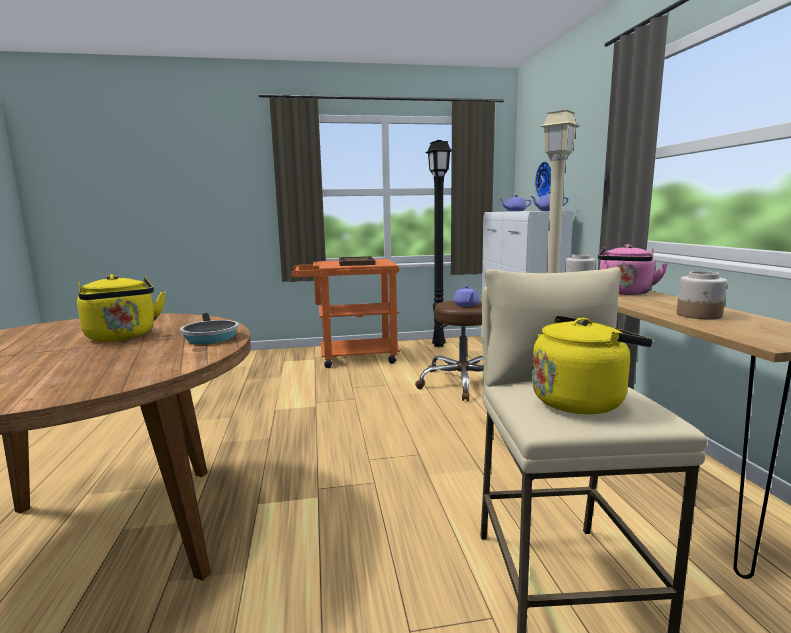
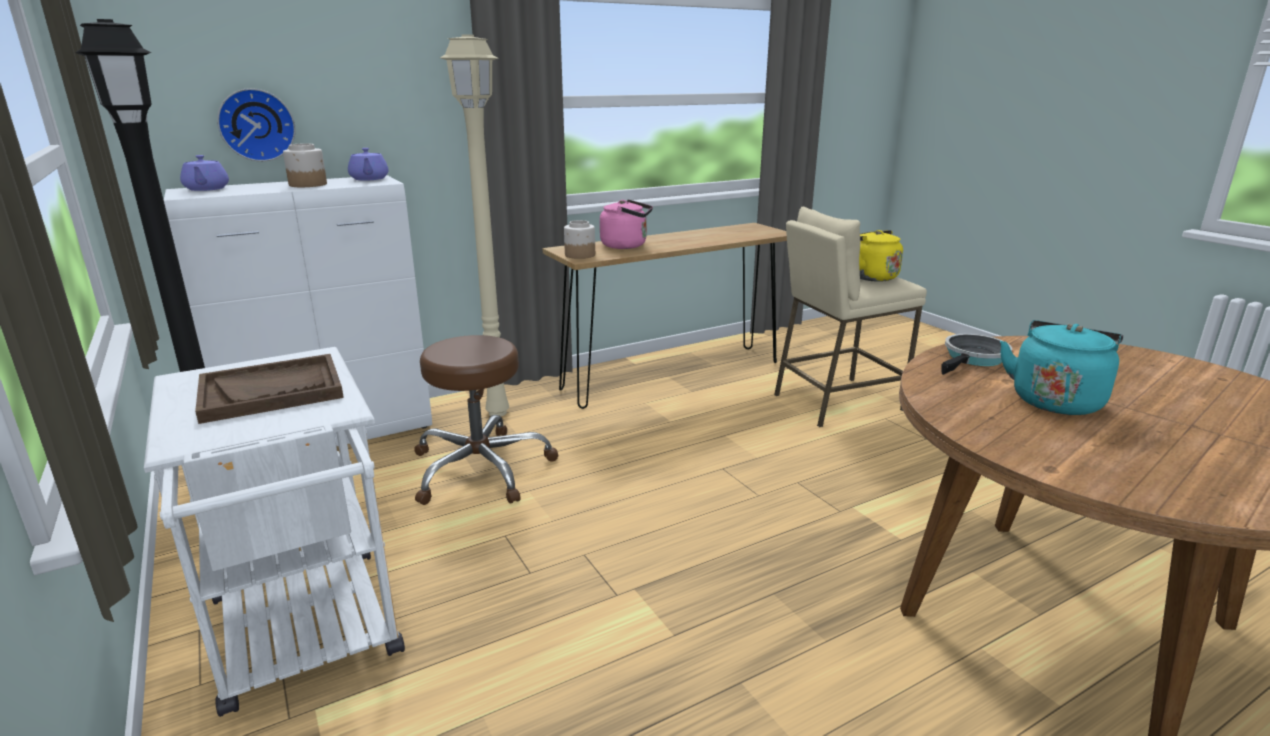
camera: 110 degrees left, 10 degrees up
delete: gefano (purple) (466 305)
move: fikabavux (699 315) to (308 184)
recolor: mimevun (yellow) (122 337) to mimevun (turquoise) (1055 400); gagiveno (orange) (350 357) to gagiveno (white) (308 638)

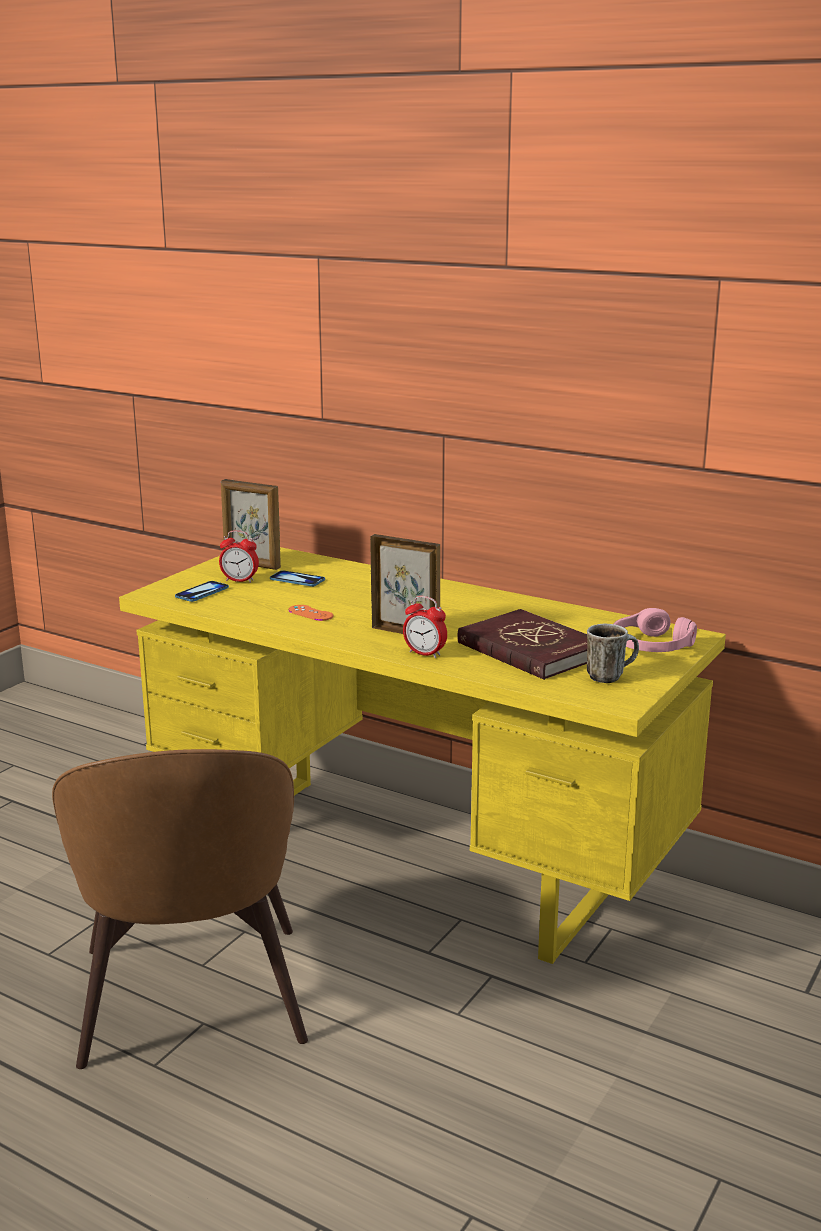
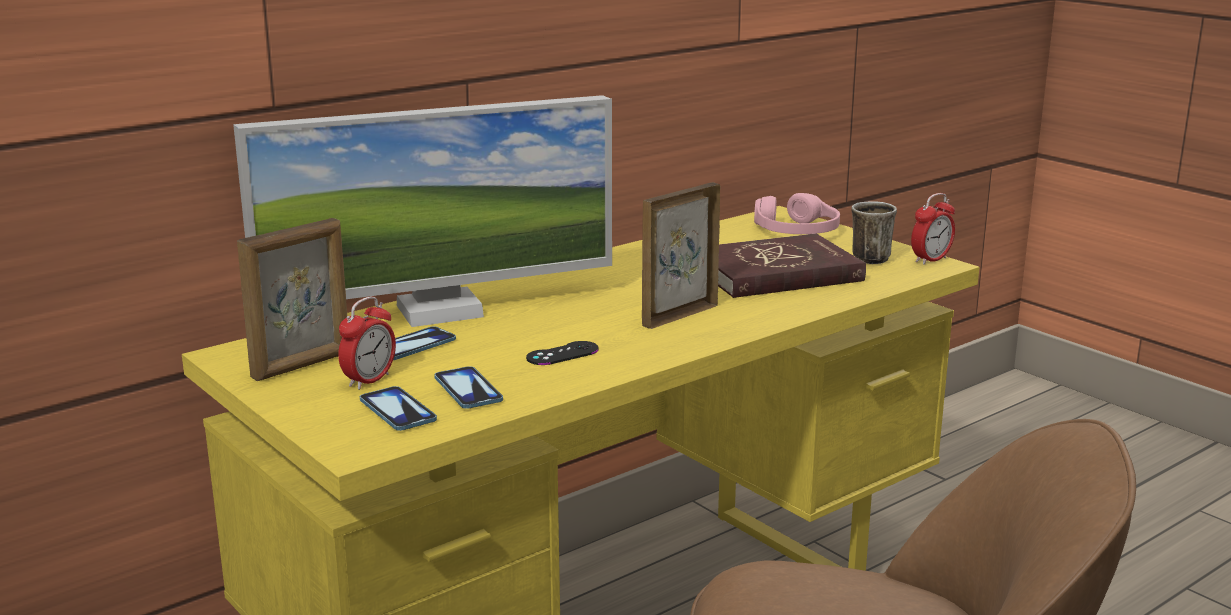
camera: 70 degrees left, 0 degrees up
insert: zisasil (439 311); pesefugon (468 390)
move: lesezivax (425 653) to (930 260)
recolor: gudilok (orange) (310 613) to gudilok (black) (562 354)

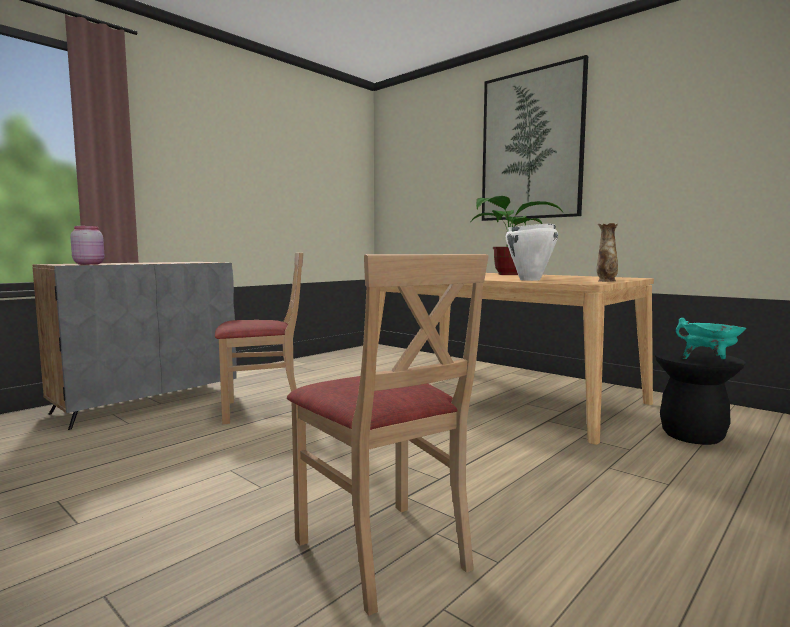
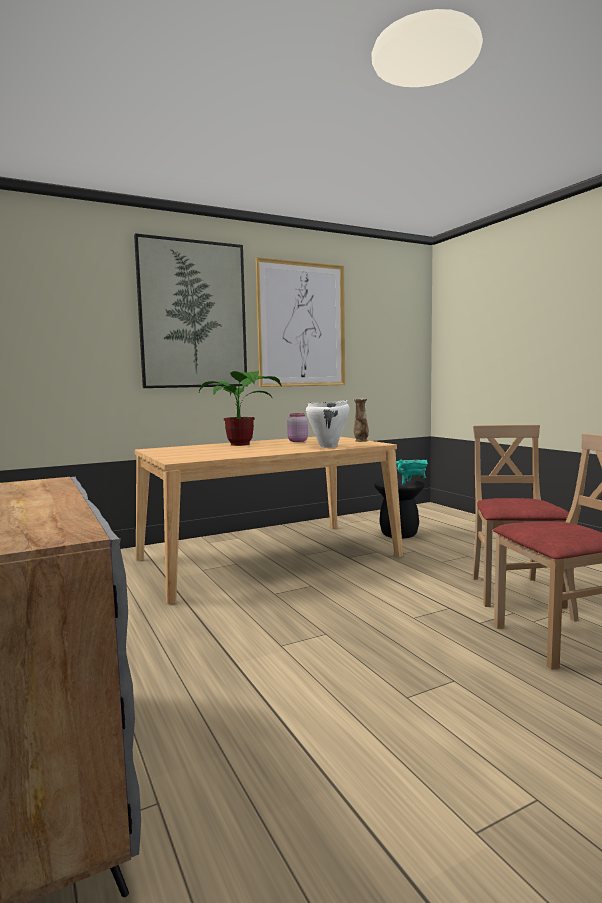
camera: 70 degrees left, 0 degrees up
insert: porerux (301 325)
move: fikabavux (pink) (89 264) to (297 441); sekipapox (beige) (262 409) to (514 592)

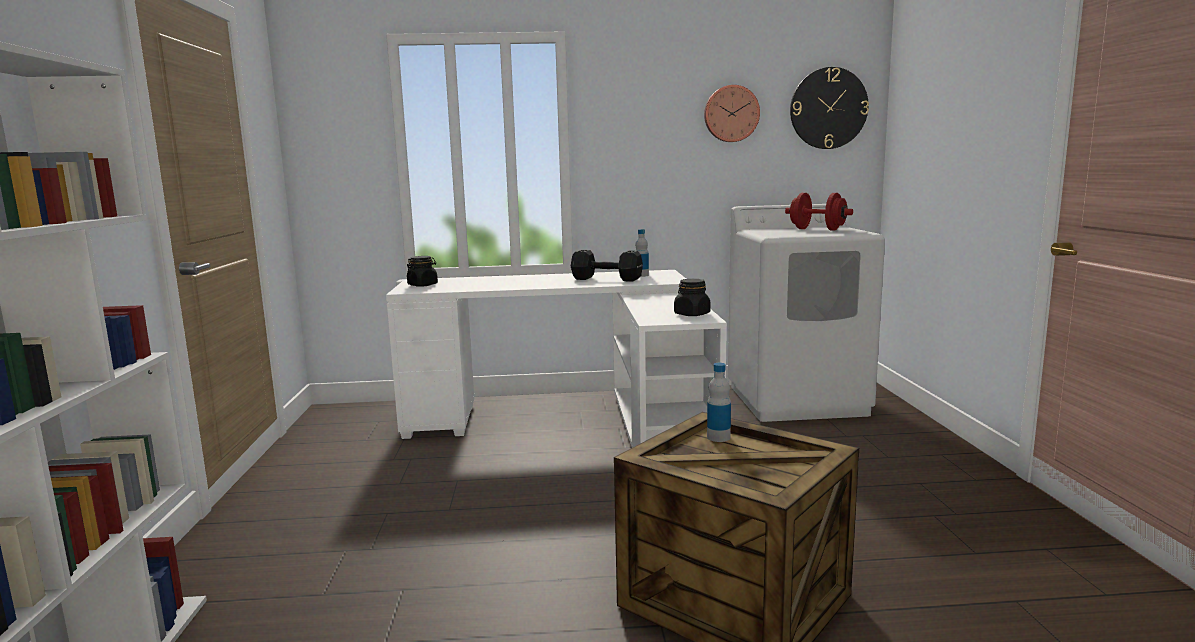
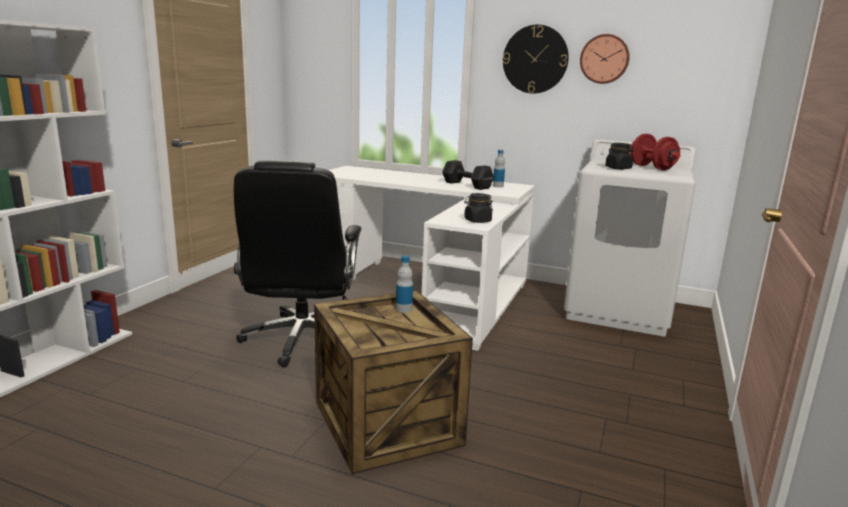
camera: 25 degrees right, 5 degrees up
insert: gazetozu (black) (301 340)
move: fikabavux (black) (423 285) to (618 168); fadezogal (828 108) to (535 59)

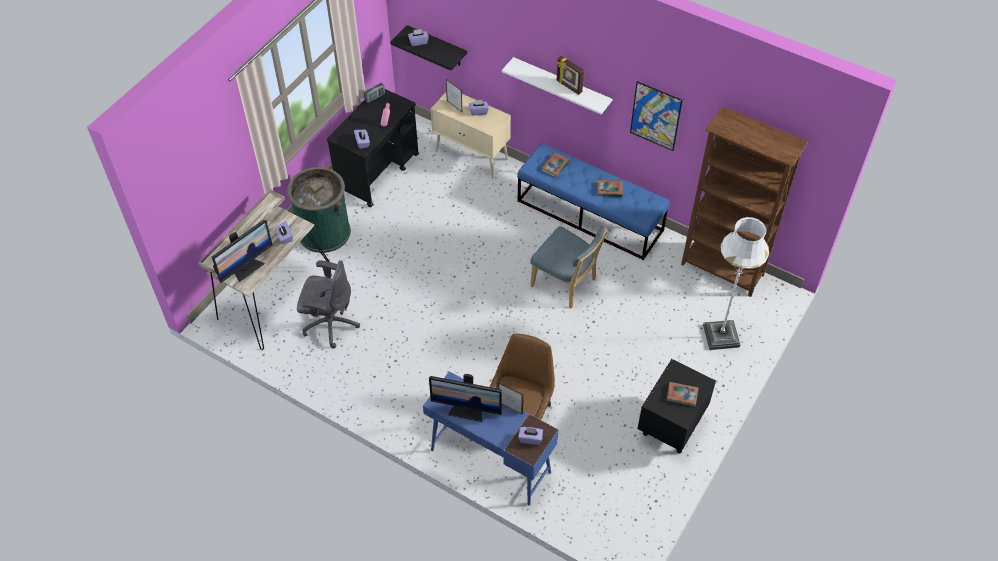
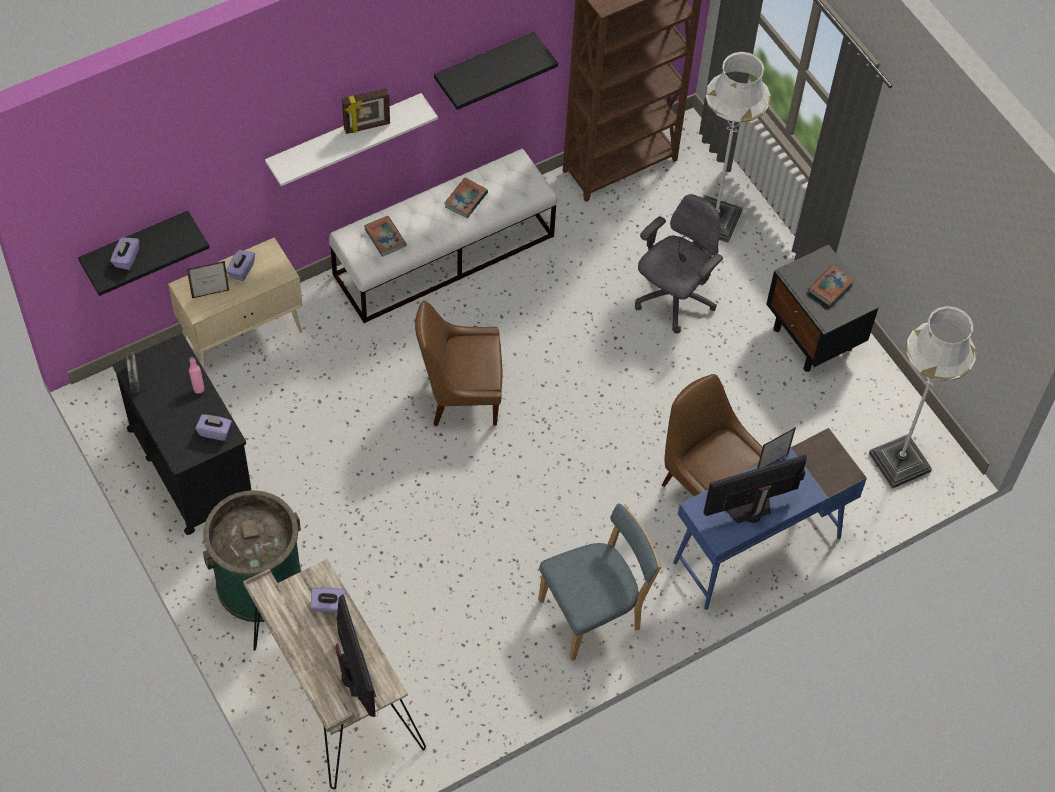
camera: 65 degrees left, 5 degrees up
delete: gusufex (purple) (530 439)
insert: sekipapox (brown) (460 396); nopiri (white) (899 462)
move: gazetozu (grey) (330 323) to (673 299); sekipapox (blue) (566 284) to (594 613)
replace: porerux (655 116) to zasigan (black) (484 65)
recolor: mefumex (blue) (590 216) to mefumex (white) (444 255)
rotate: zisasil (467 410) = (750 510) 150 degrees counterclockwise

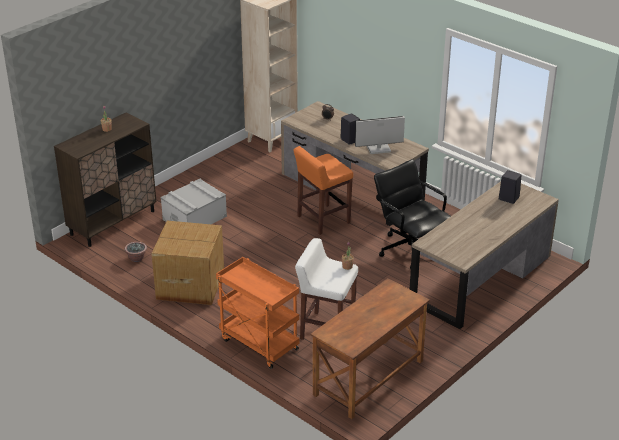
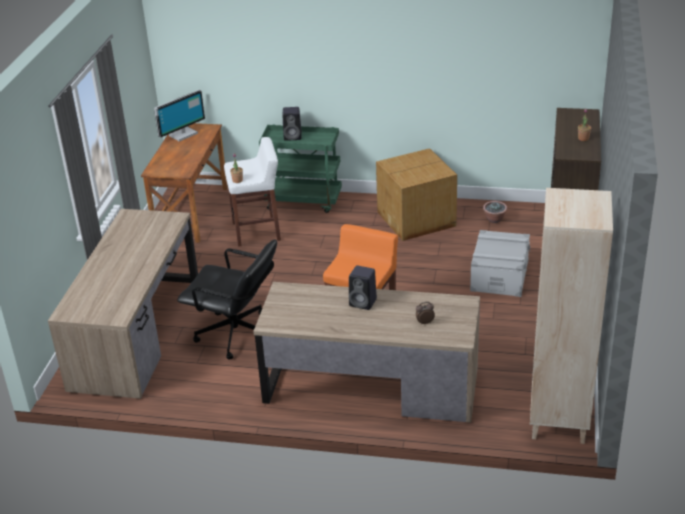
camera: 150 degrees right, 0 degrees up
move: zisasil (379 149) to (182 134); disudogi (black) (508 198) to (293 136)
recolor: gagiveno (orange) (258 344) to gagiveno (green) (304 201)

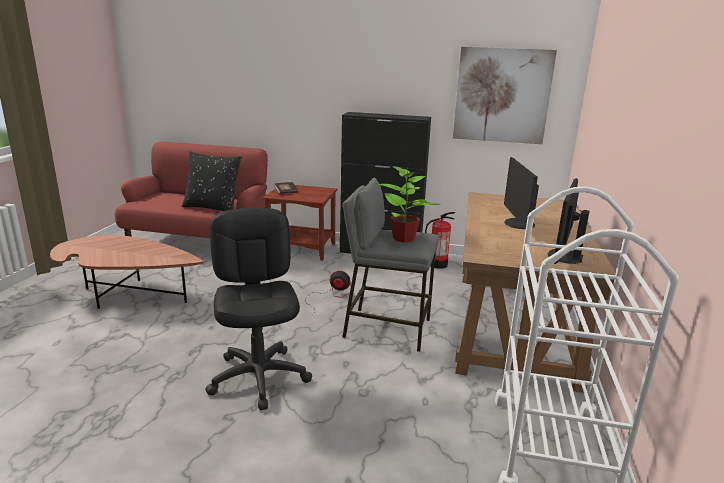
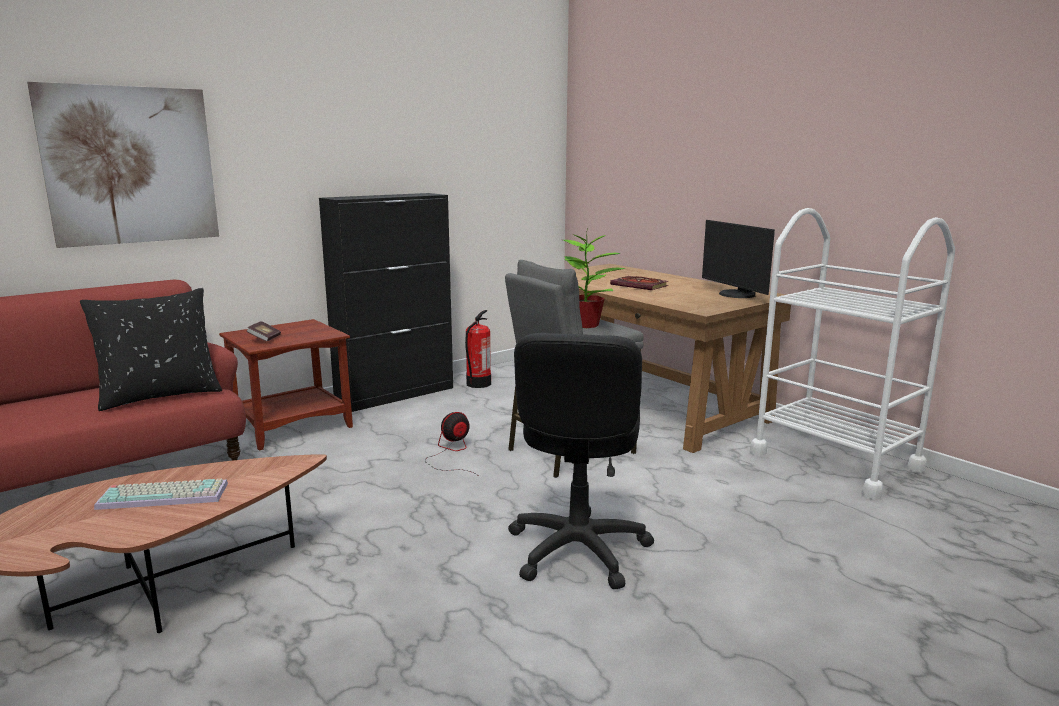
camera: 50 degrees left, 5 degrees down
insert: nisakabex (165 495)
move: porerux (502 96) to (131 166)
replace: zisasil (517 224) to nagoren (641 286)
rotate: gazetozu (black) (259 377) = (577 550) 105 degrees counterclockwise

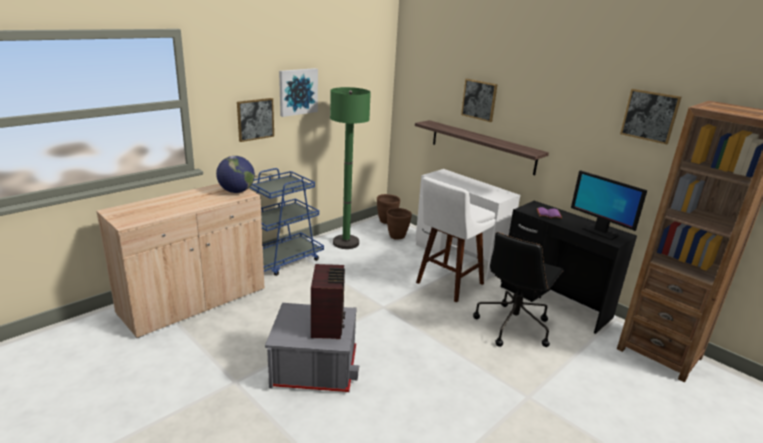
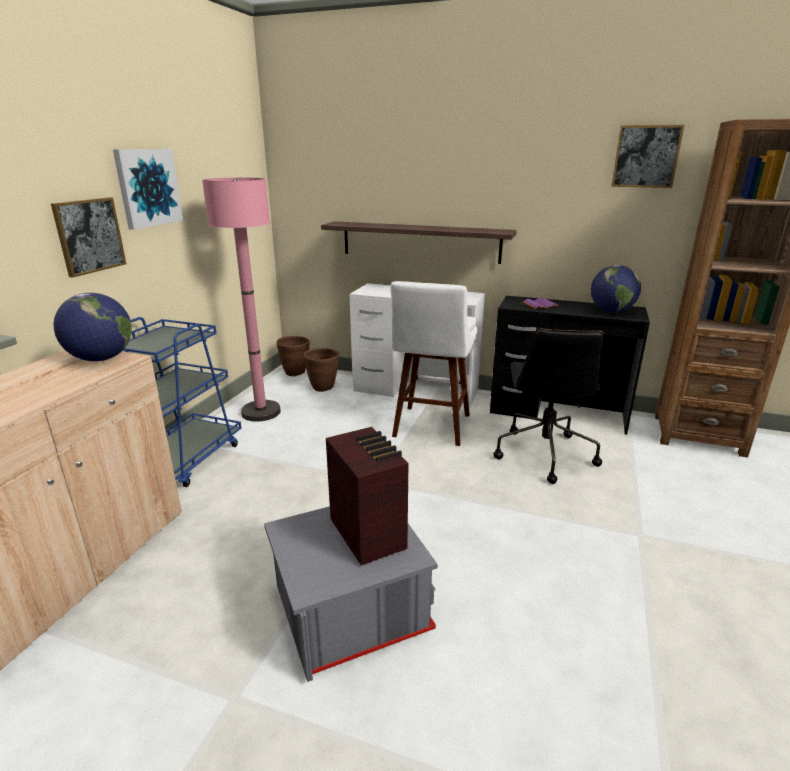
camera: 25 degrees left, 0 degrees up
delete: porerux (479 100)
replace: zisasil (600 232) to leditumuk (611 311)
recolor: nopiri (green) (346 243) to nopiri (pink) (261 412)

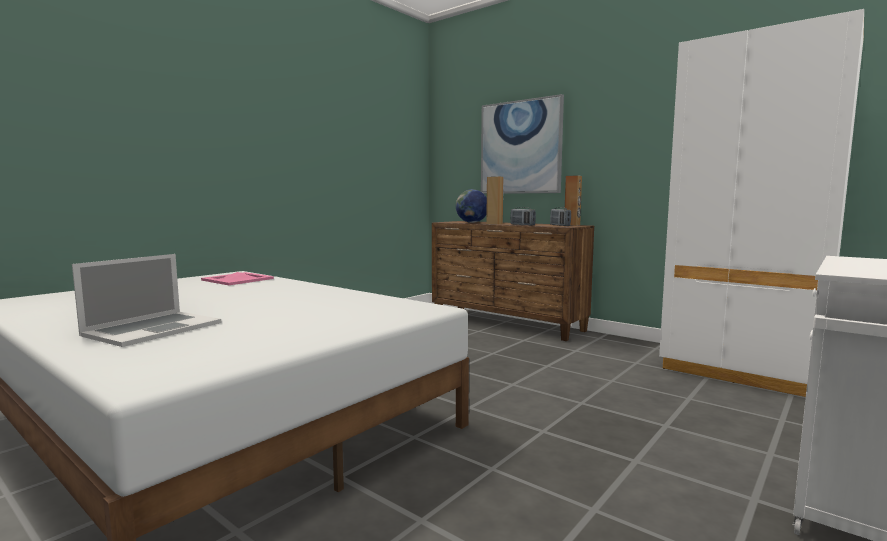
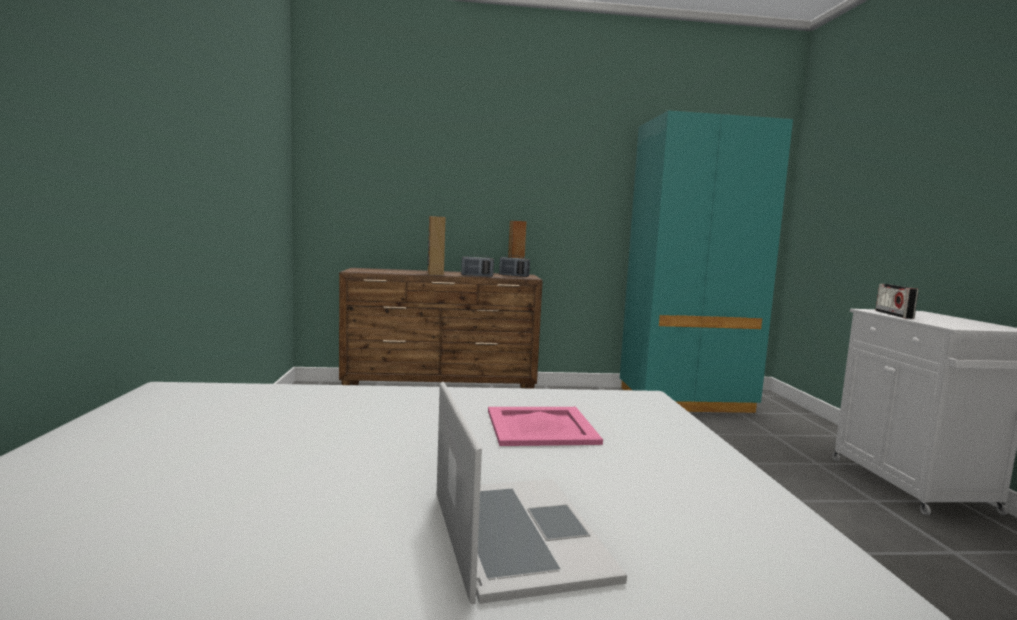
camera: 45 degrees left, 0 degrees up
delete: leditumuk (472 222); porerux (520 147)
insert: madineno (894 314)
move: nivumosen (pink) (238 279) to (541 426)
recolor: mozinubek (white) (741 370) to mozinubek (turquoise) (685 400)

